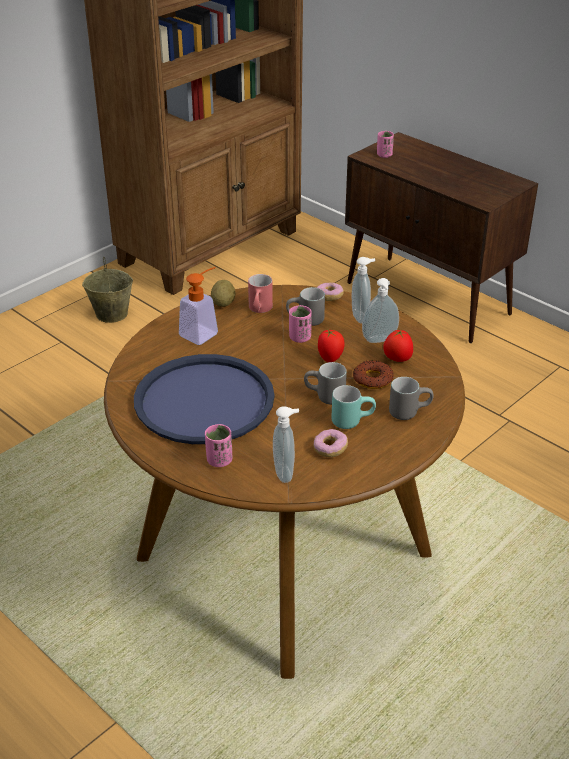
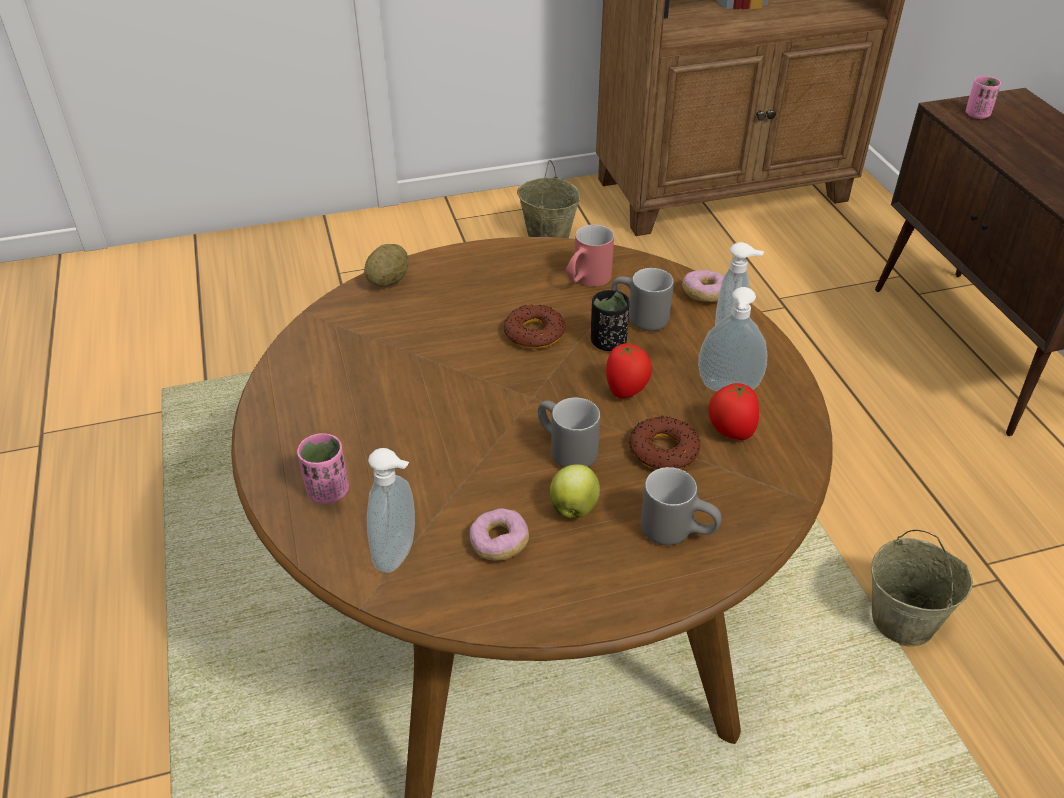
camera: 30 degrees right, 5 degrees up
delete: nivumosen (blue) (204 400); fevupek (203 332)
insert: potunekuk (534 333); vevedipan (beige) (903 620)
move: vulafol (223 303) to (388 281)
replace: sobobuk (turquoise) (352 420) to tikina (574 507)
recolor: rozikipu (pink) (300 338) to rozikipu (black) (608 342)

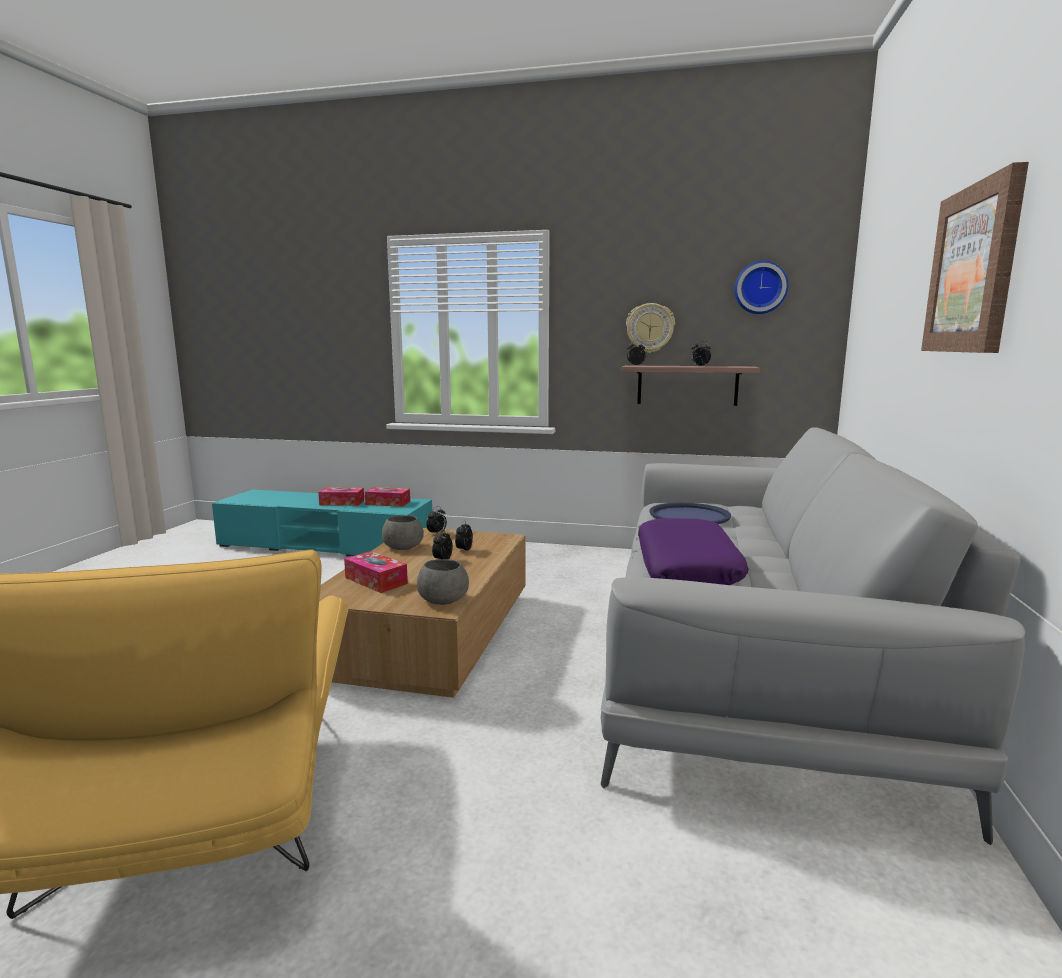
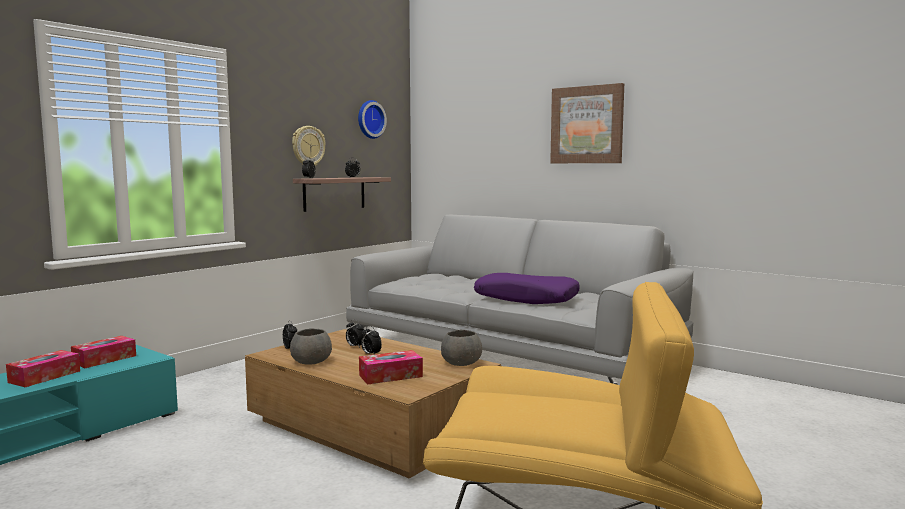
camera: 65 degrees left, 5 degrees down
delete: nivumosen (blue) (689 515)

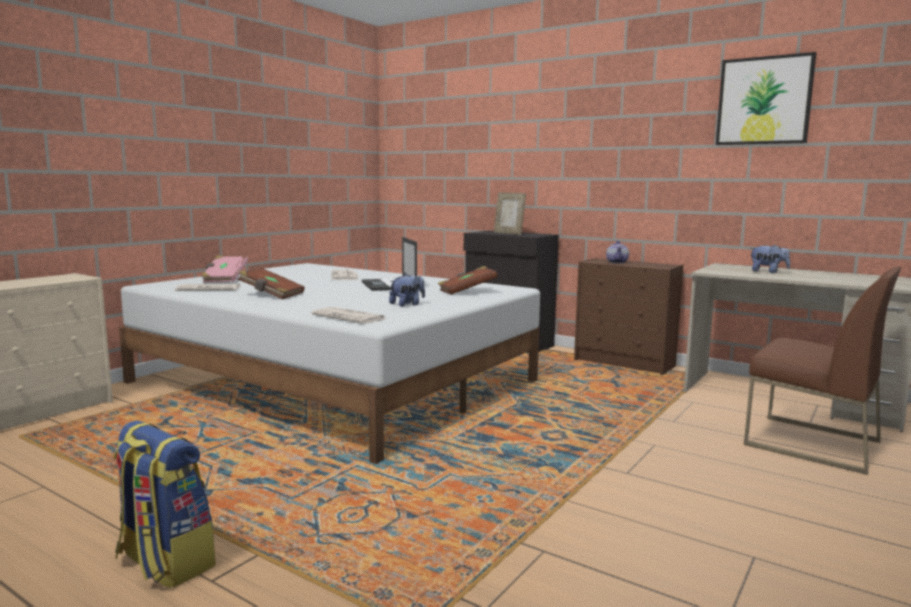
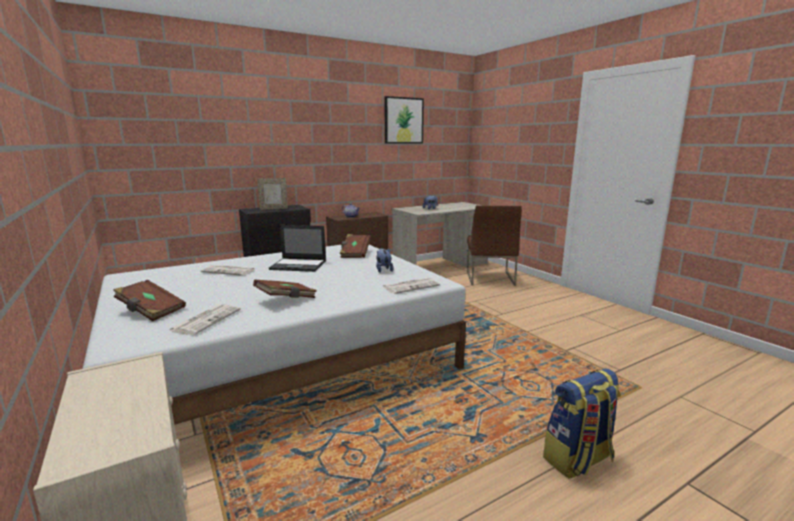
camera: 65 degrees left, 5 degrees up
recolor: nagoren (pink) (224 279) to nagoren (brown) (150 311)
rotate: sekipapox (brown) (811 443) = (489 278) 120 degrees clockwise

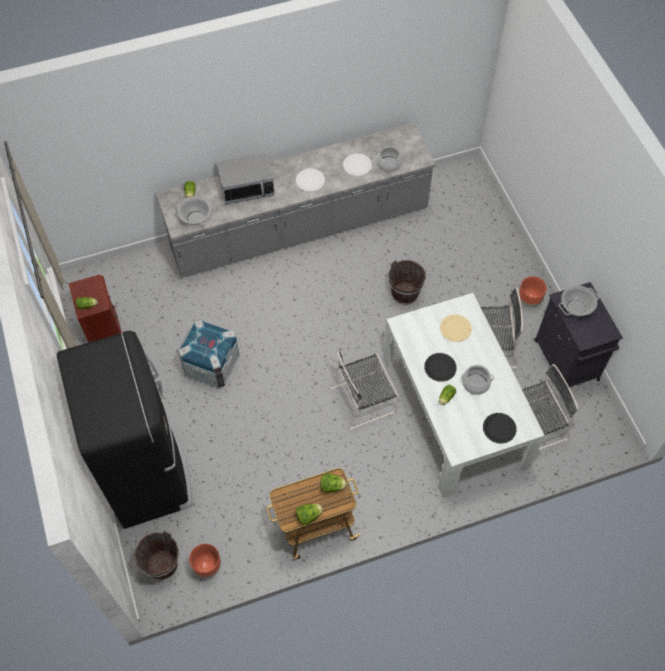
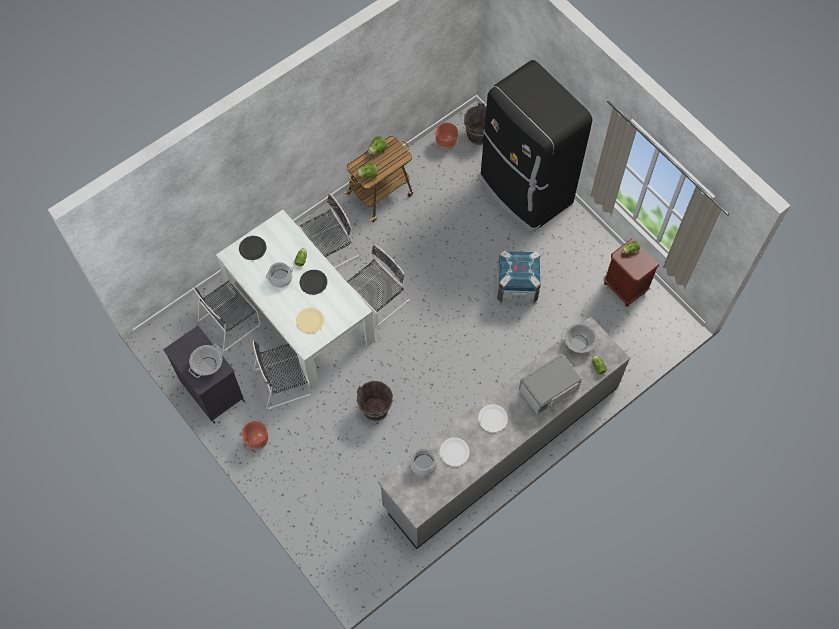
camera: 160 degrees right, 5 degrees up
insert: sekipapox (black) (329 249)

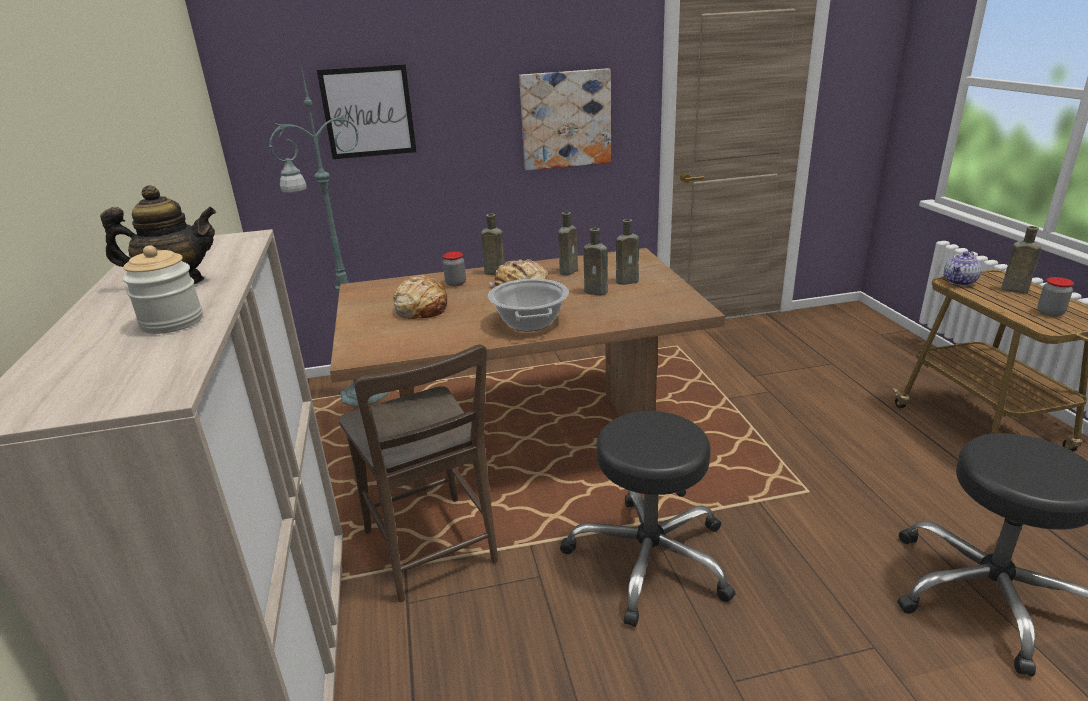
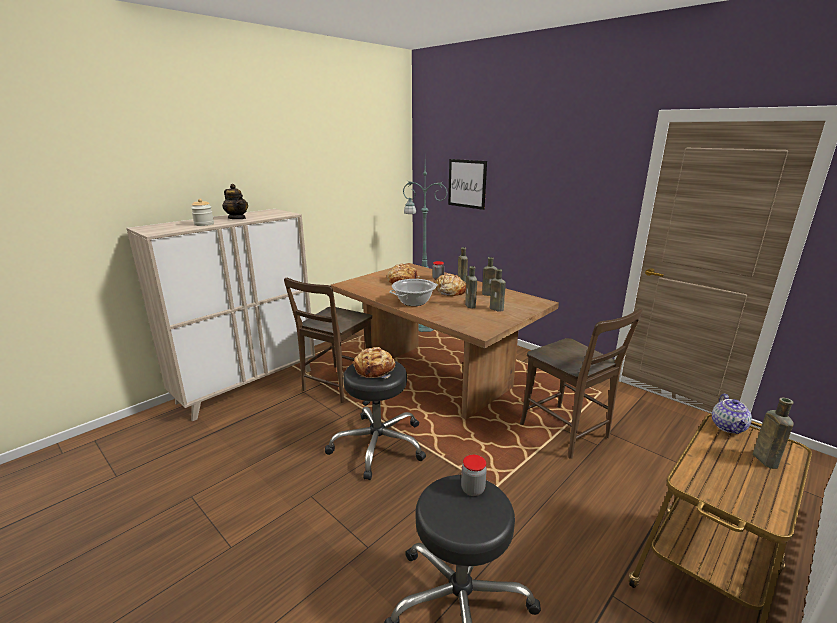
camera: 55 degrees right, 5 degrees down
delete: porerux (565 119)
insert: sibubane (375 370); sekipapox (brown) (567 433)
move: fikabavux (1050 313) to (473 489)
rotate: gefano (960 282) = (728 427) 90 degrees counterclockwise

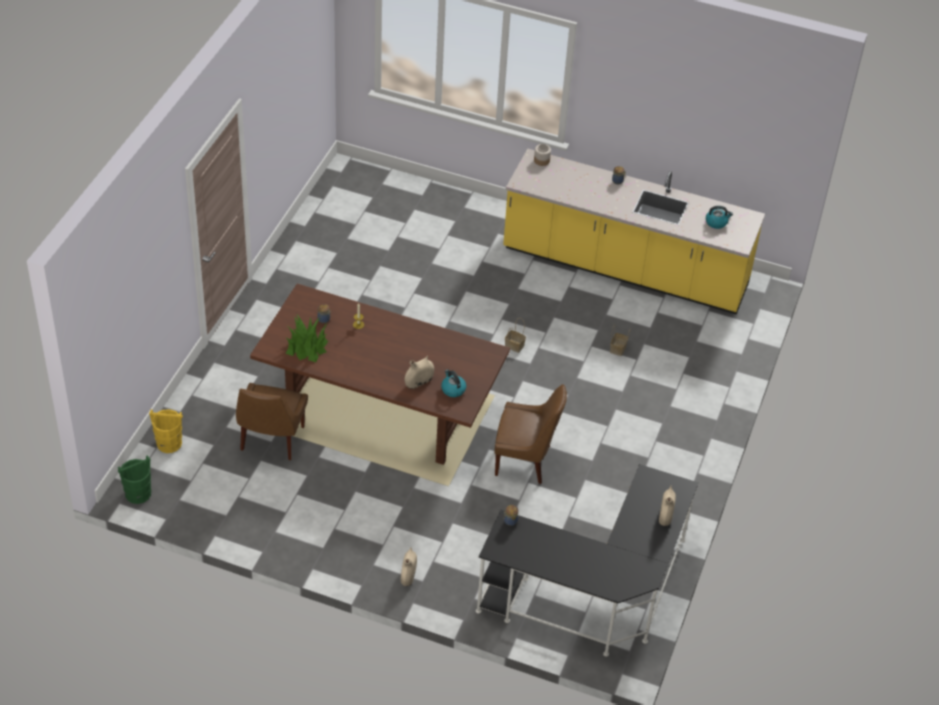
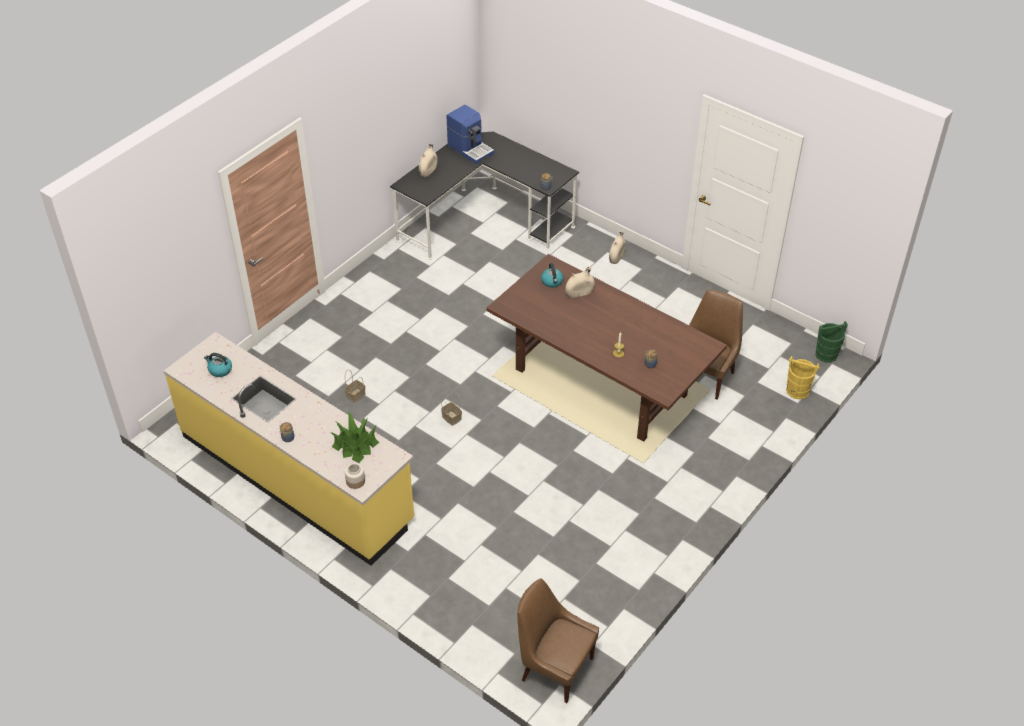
camera: 160 degrees left, 0 degrees up
insert: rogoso (470 149)
move: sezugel (307 347) to (355 444); sekipapox (brown) (525 461) to (554 668)

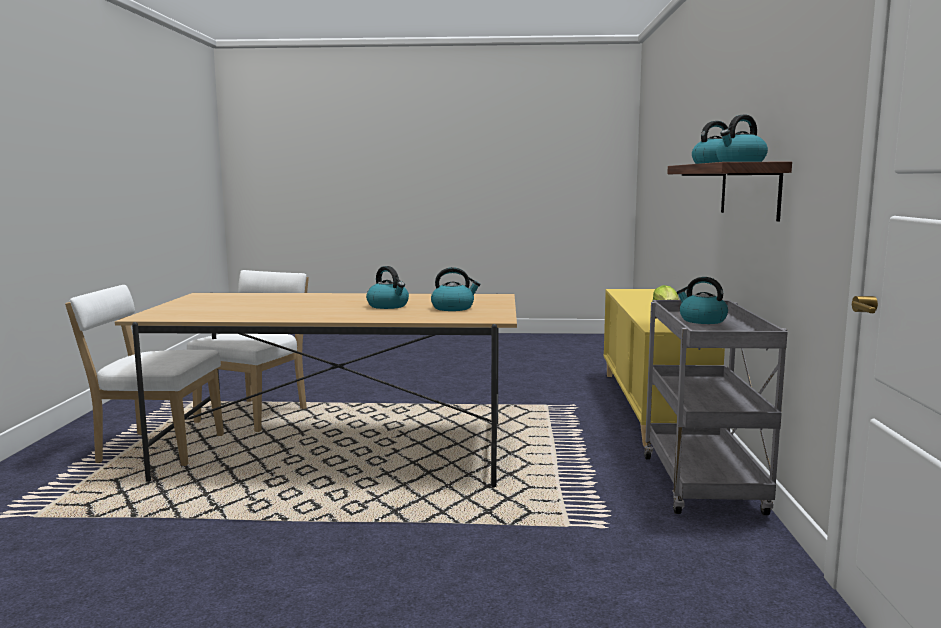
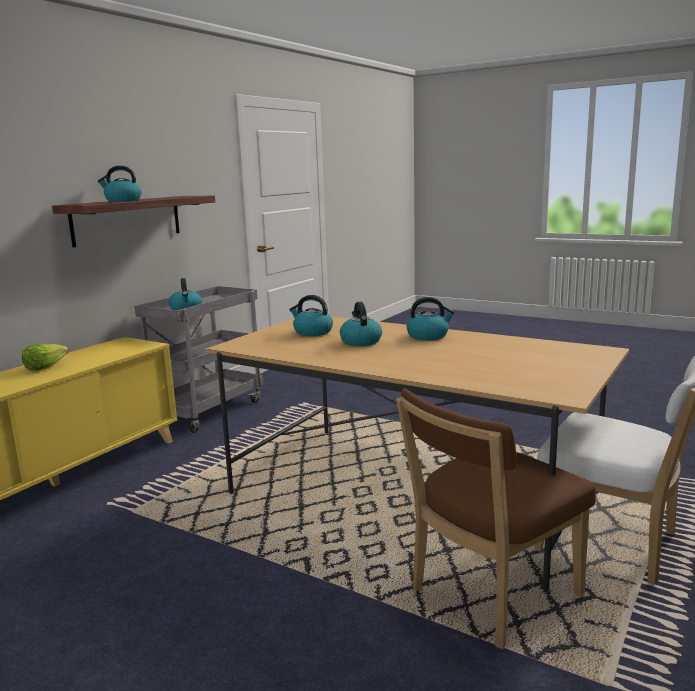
camera: 150 degrees left, 5 degrees up
move: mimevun (740 162) to (428 336)
recolor: sekipapox (white) (256 414) to sekipapox (brown) (489 595)

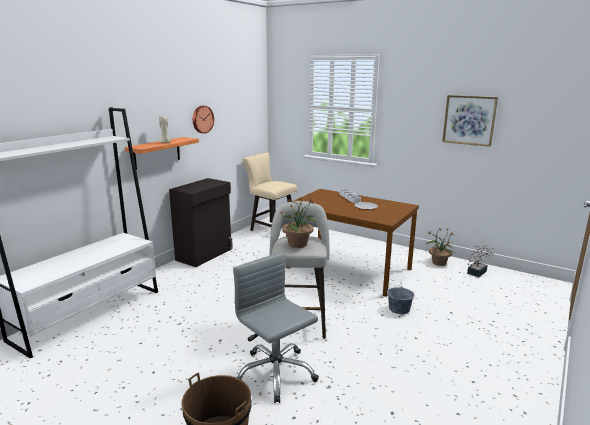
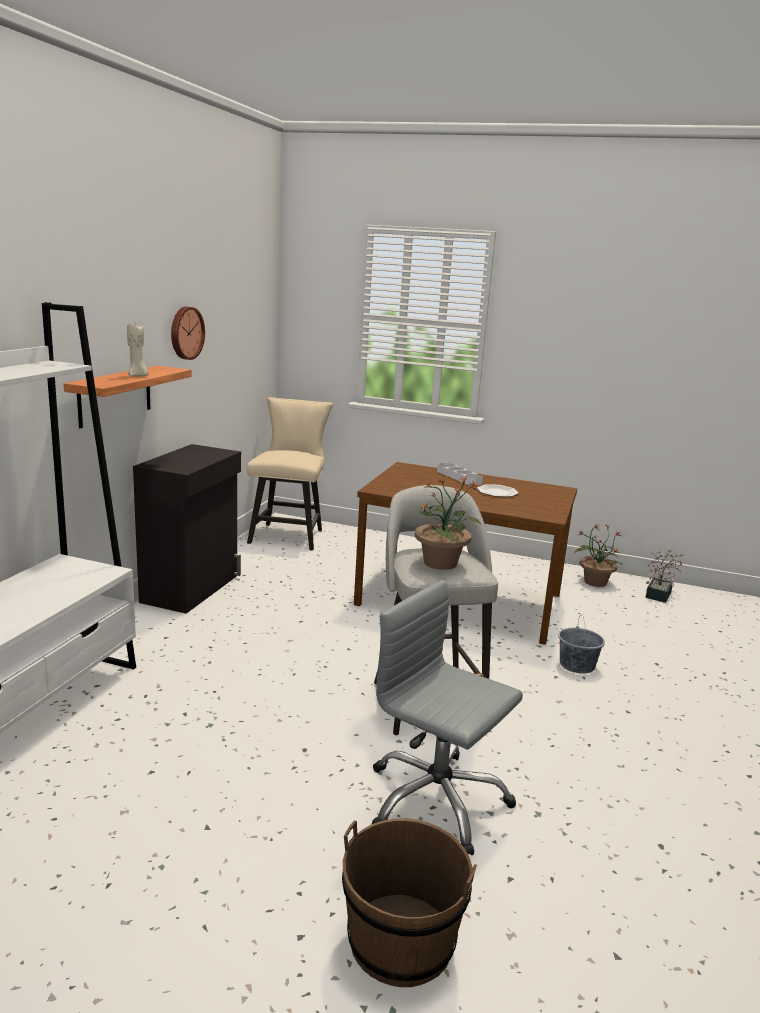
camera: 15 degrees left, 0 degrees up
delete: porerux (469 120)
rotate: sekipapox (beige) (270 228) = (289 534) 75 degrees clockwise

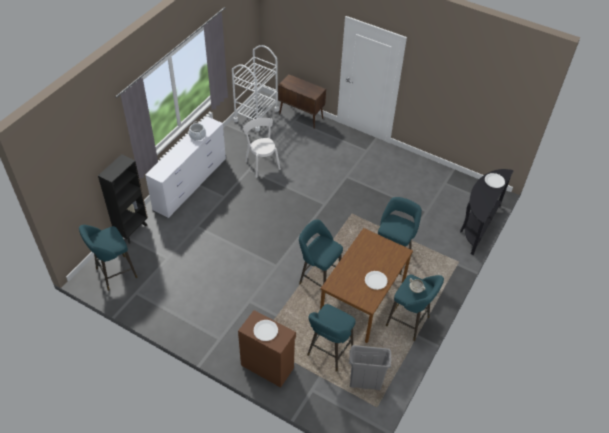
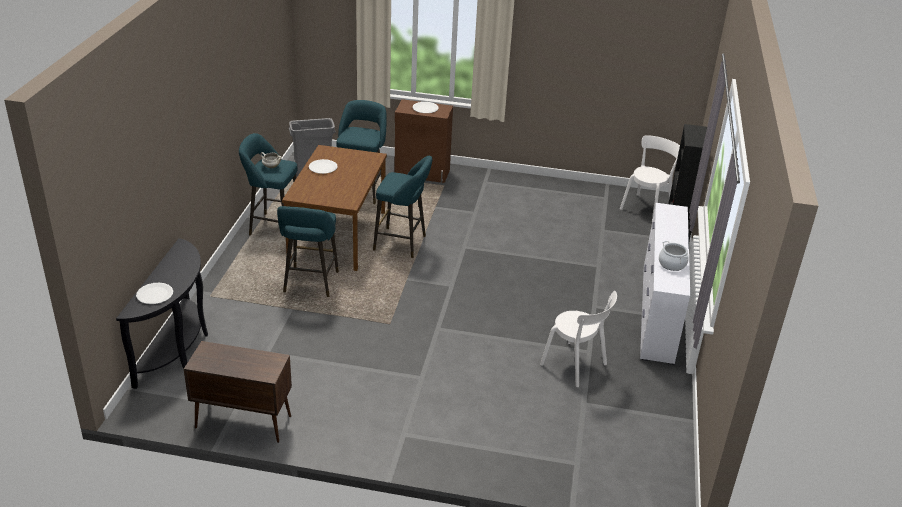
camera: 160 degrees right, 15 degrees down
delete: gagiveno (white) (256 115)
move: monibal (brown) (301 116) to (242 422)
replace: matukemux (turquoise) (114 274) to sekipapox (white) (646 207)

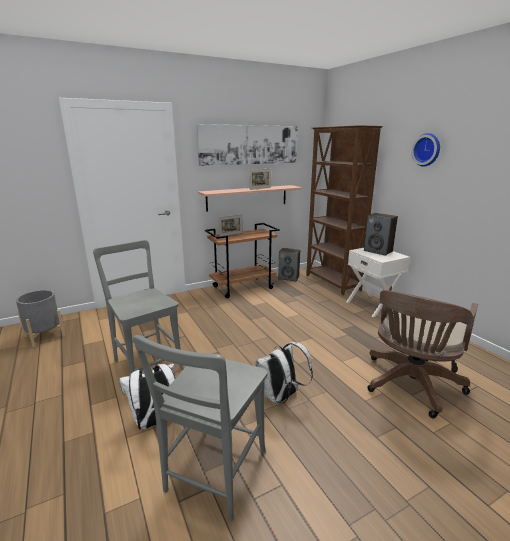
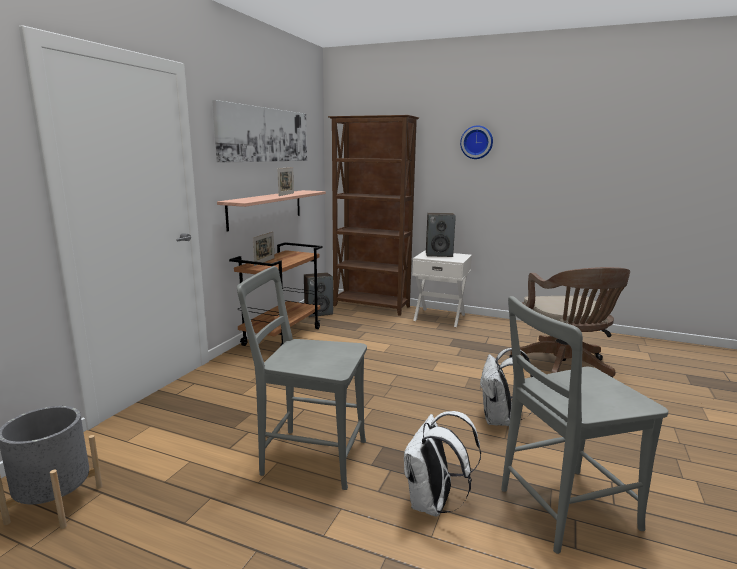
camera: 40 degrees left, 5 degrees down
rotate: sekipapox (grey) (213 475) = (561 509) 90 degrees clockwise

